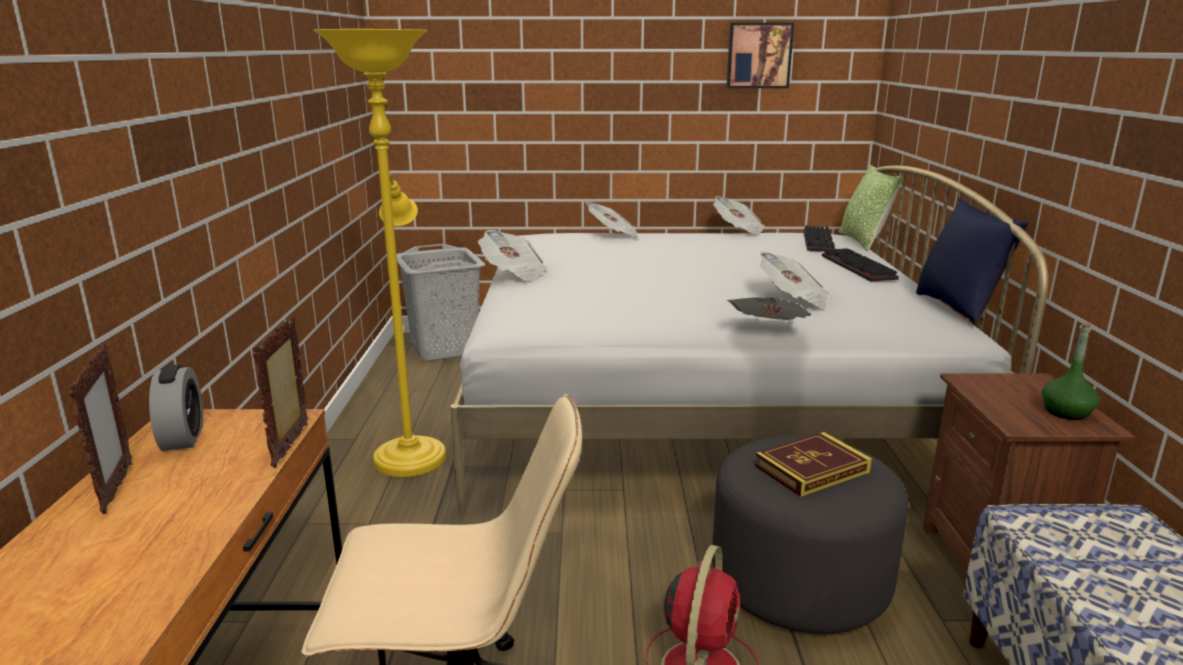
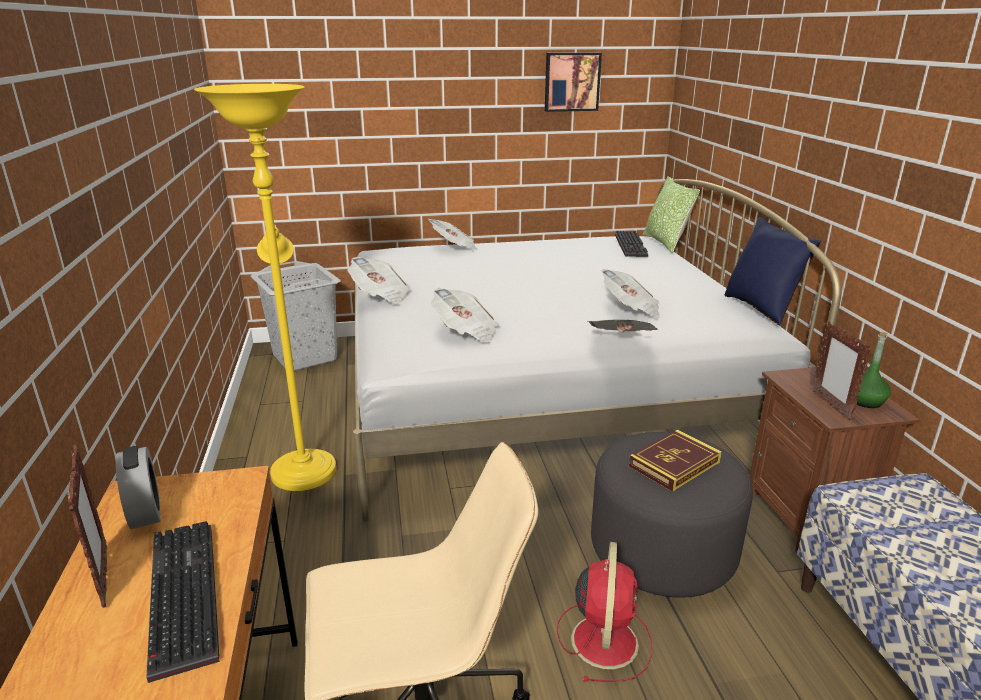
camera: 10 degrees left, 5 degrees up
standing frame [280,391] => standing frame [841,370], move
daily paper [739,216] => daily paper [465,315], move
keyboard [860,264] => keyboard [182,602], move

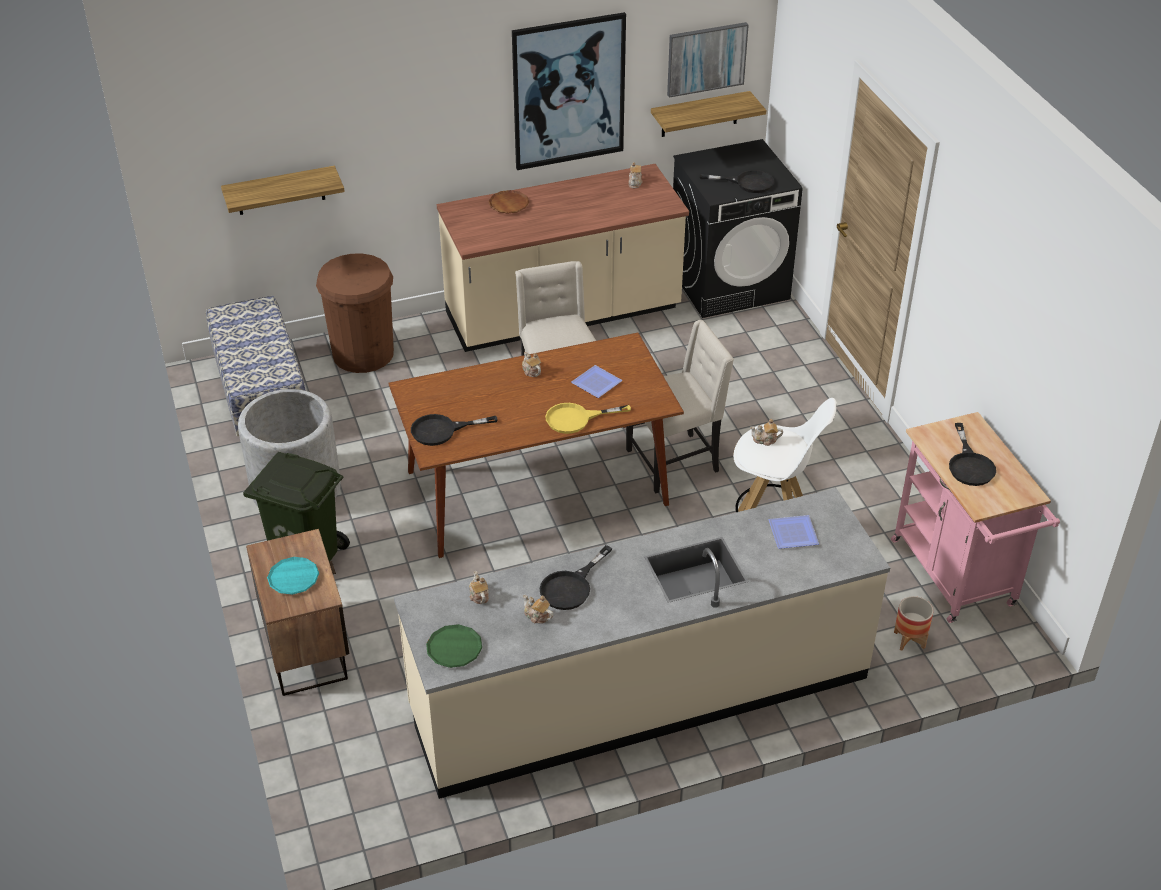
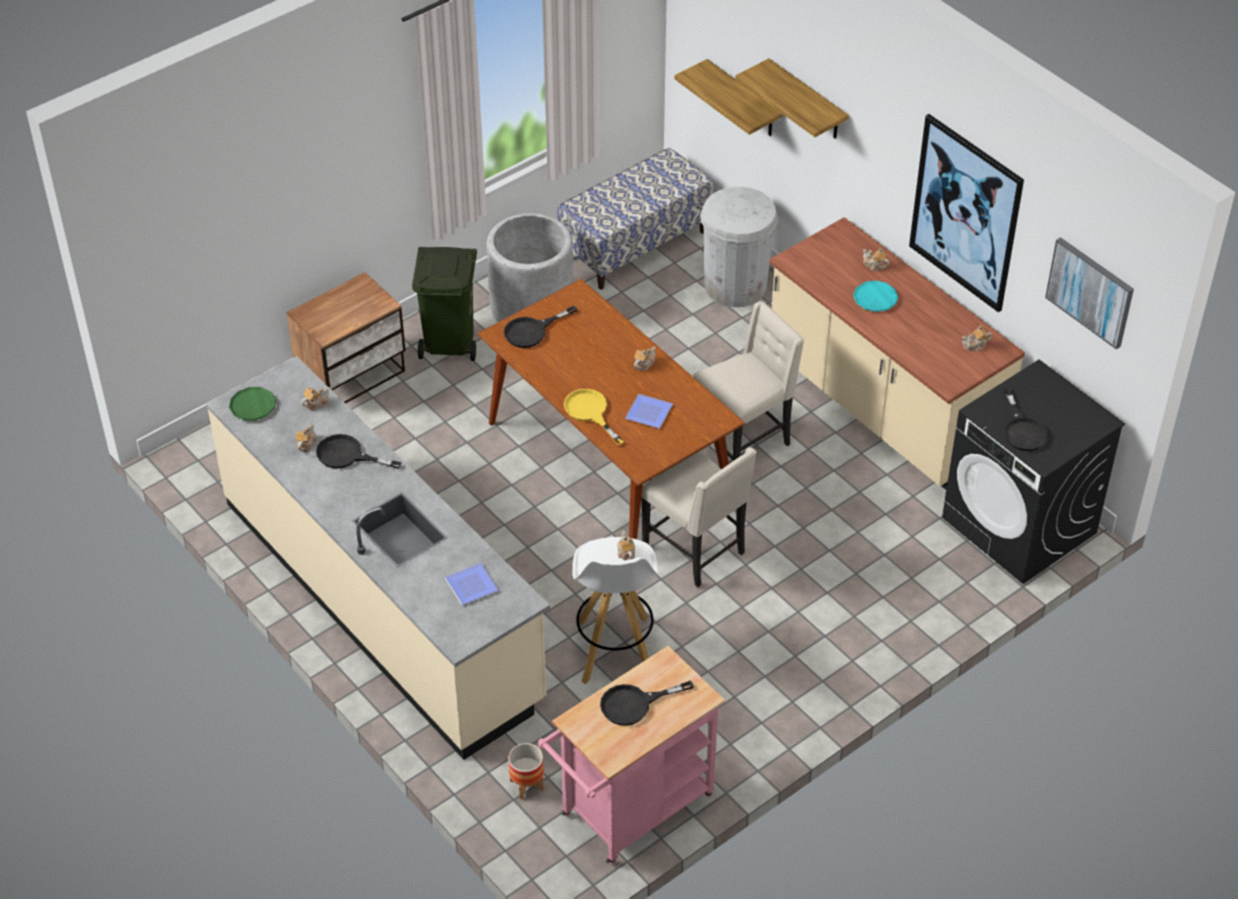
camera: 70 degrees right, 5 degrees up
turquoise flat dish [293,576] => turquoise flat dish [875,296], move
brownish rubbish bin [355,313] => white rubbish bin [739,247]
blackish frying pan [454,430] => blackish frying pan [541,327], 90 degrees counterclockwise
brownish flat dish [509,202] => pot for tea [876,259]
wall shelf [708,114] => wall shelf [792,98], move

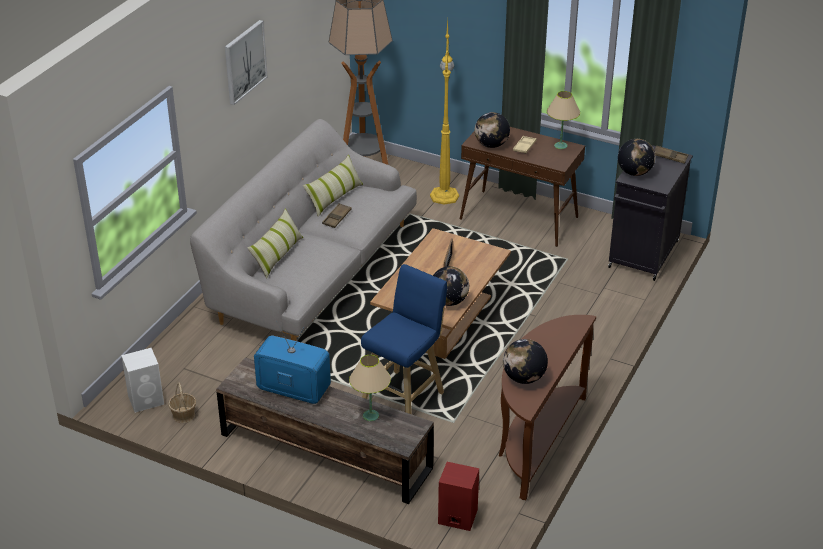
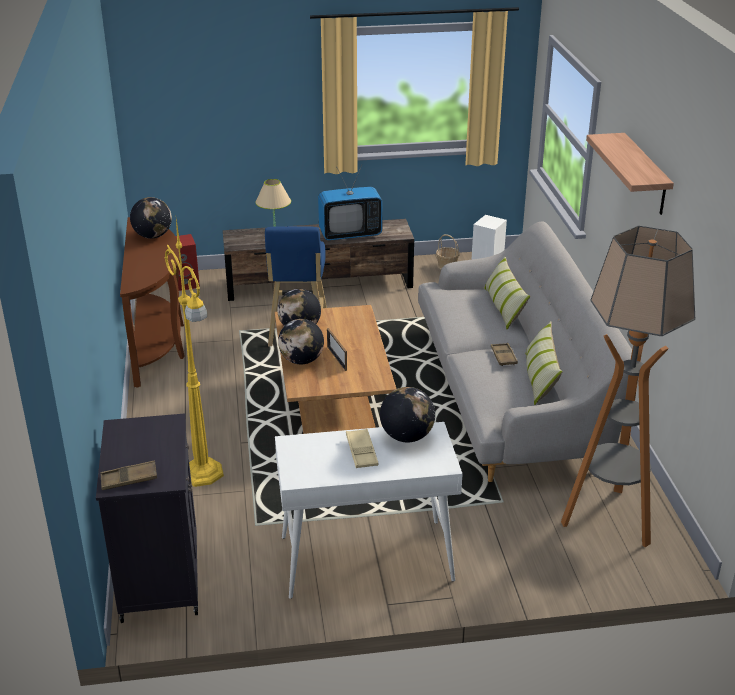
camera: 145 degrees right, 5 degrees down
wall art [246,62] => wall shelf [630,174]
yellowish floor lamp [444,111] => yellowish floor lamp [194,353], move
brownish console table [522,187] => white console table [369,510]
sand-coloured tabletop lamp [563,120] => nothing
world globe [636,157] => world globe [301,342], move

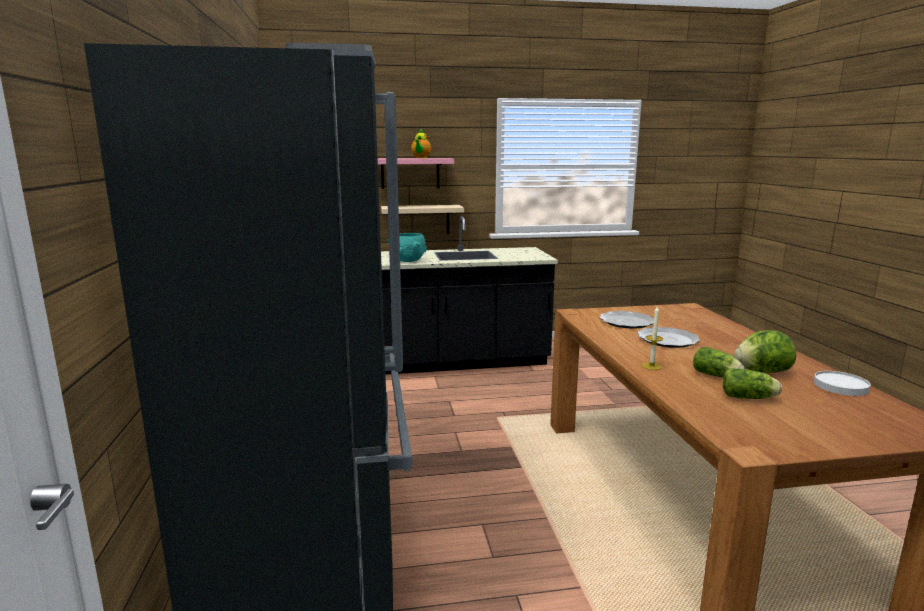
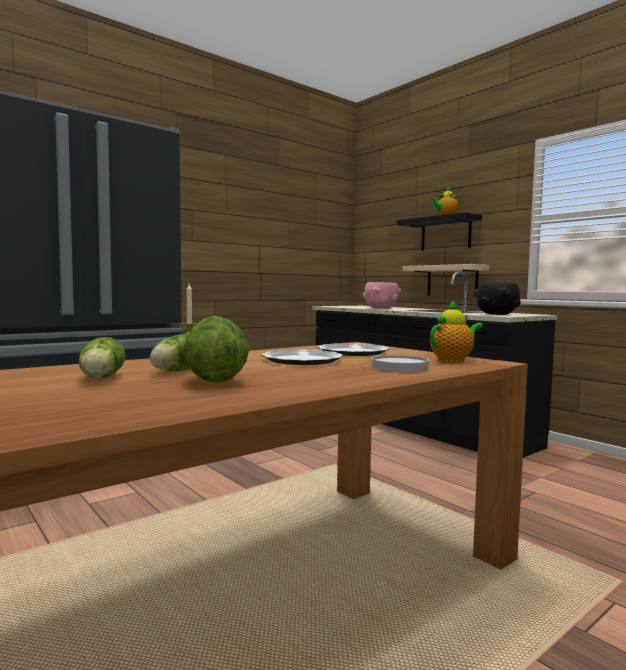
camera: 60 degrees right, 10 degrees down
pink-coloured wall shelf [416,173] => blackish wall shelf [439,231]
turquoise bowl [407,247] => pink-coloured bowl [382,295]
white flat dish [842,383] => white flat dish [400,363], move
nothing => pot for tea [456,331]
nothing => blackish bowl [497,298]

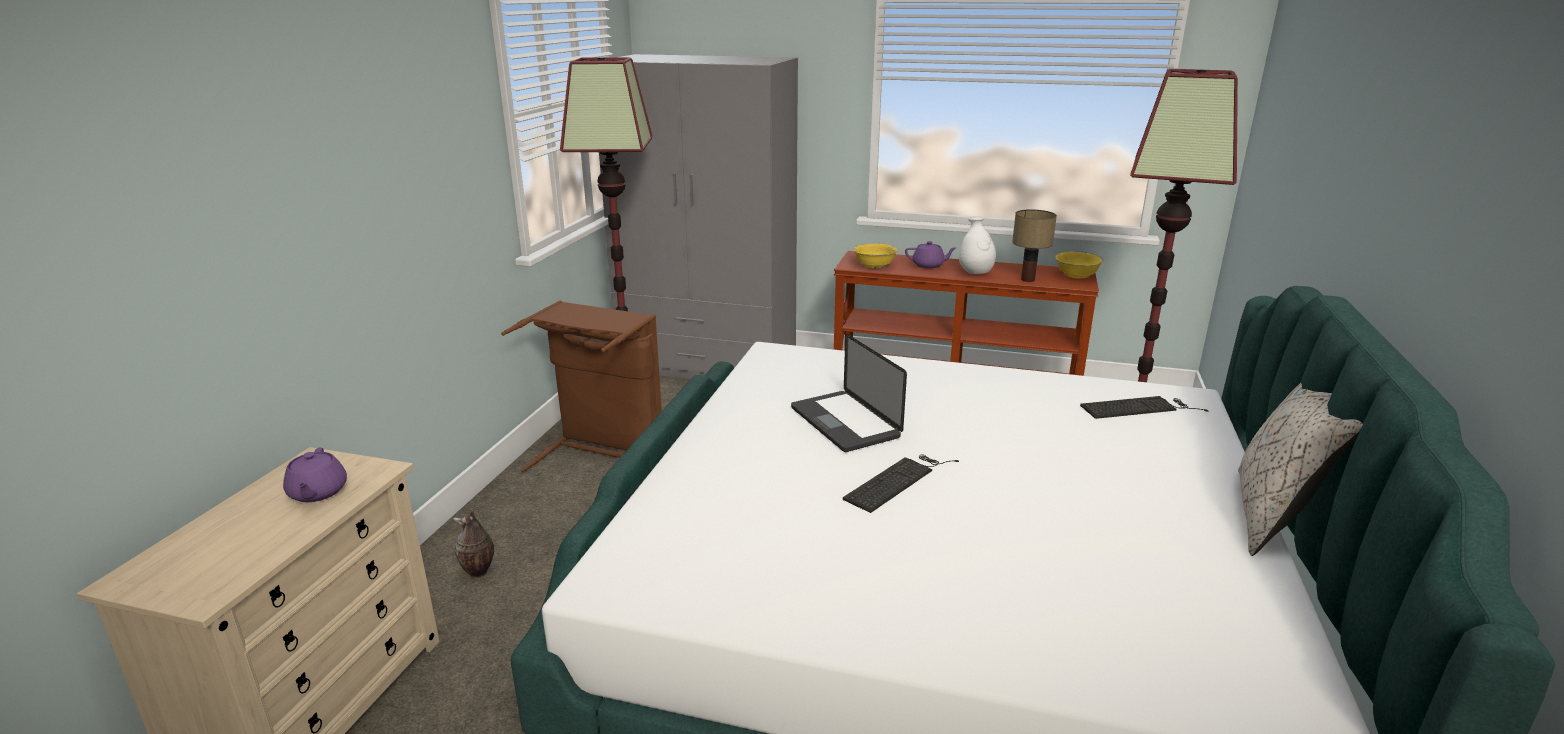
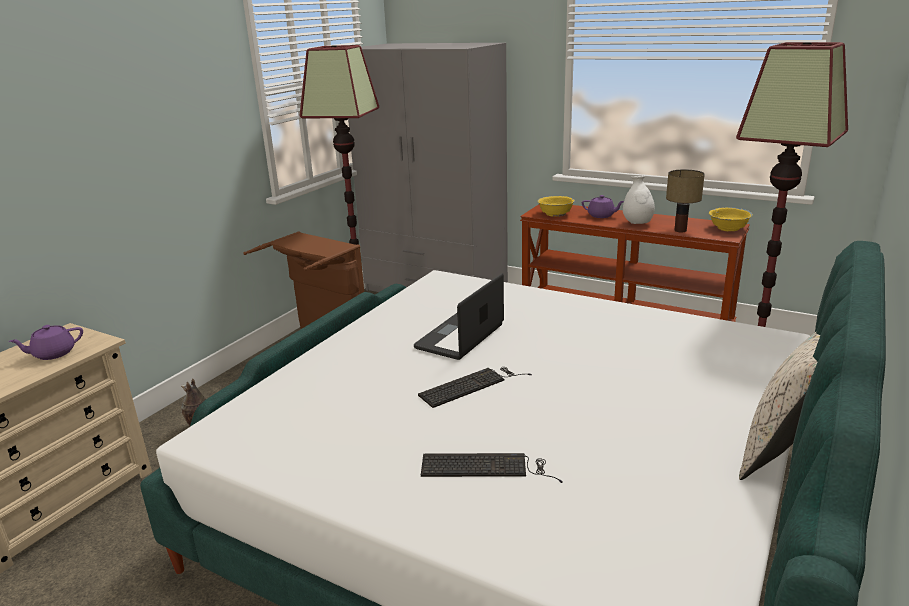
camera: 15 degrees right, 0 degrees up
purple-coloured pot for tea [315,474] => purple-coloured pot for tea [46,342], 60 degrees clockwise
portable computer [849,393] => portable computer [459,316], 45 degrees clockwise
keyboard [1144,407] => keyboard [492,468], move

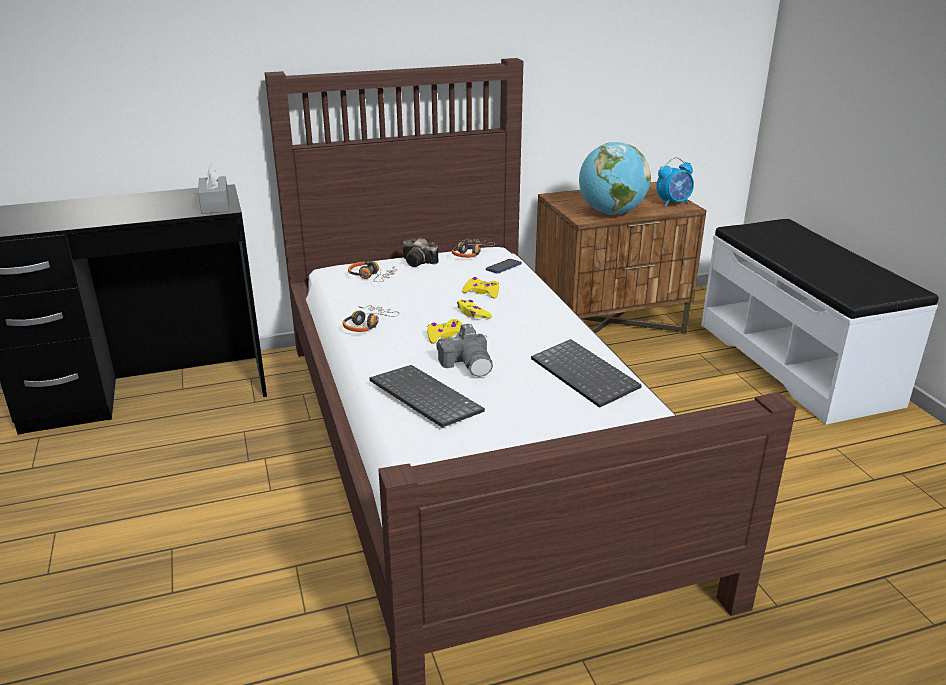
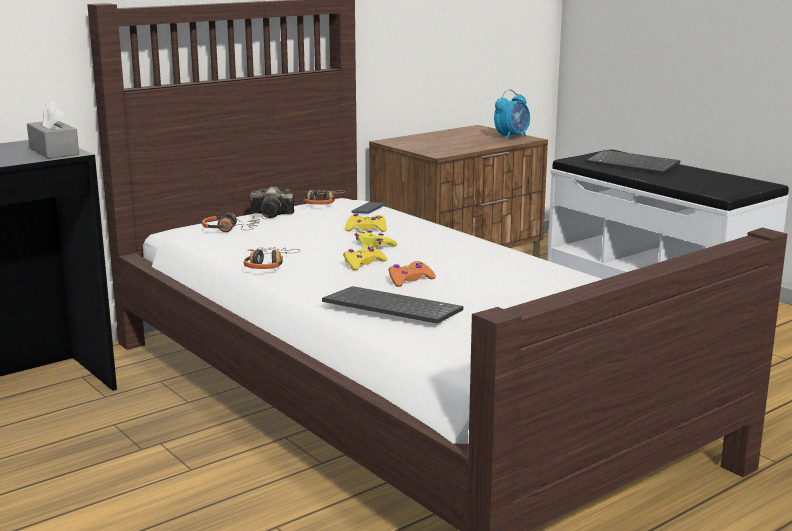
camera: 20 degrees left, 10 degrees down
photo camera [464,350] => orange gamepad [412,274]
keyboard [586,373] => keyboard [633,162], move
world globe [615,178] => nothing

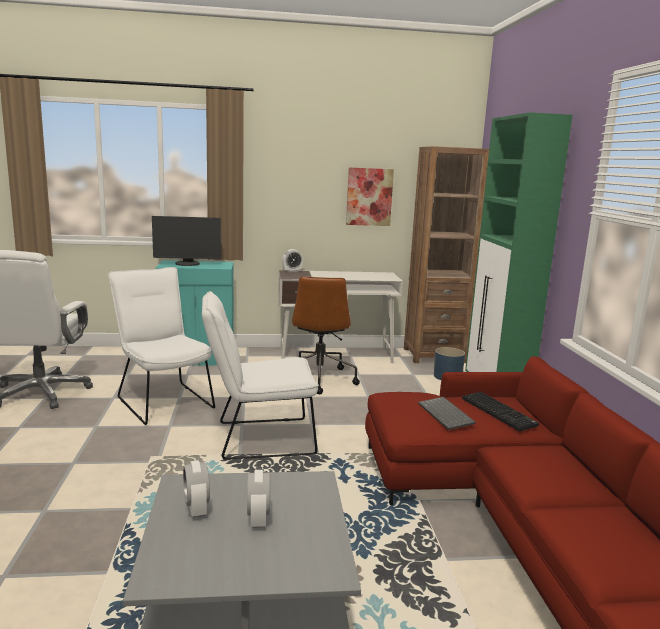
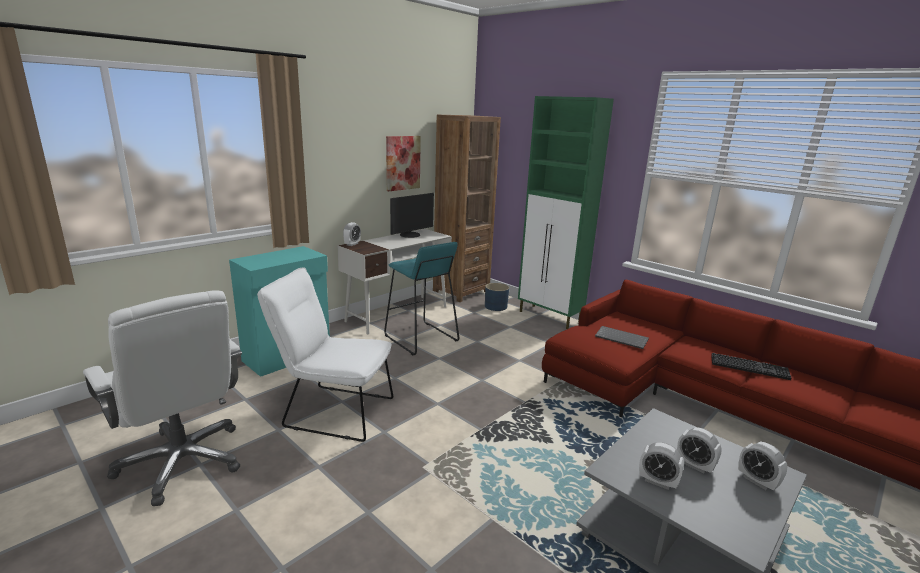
camera: 40 degrees left, 5 degrees up
computer display [186,241] => computer display [412,215], move
white chair [260,375] => nothing
brownish desk chair [326,335] => turquoise sitting stool [421,299]
keyboard [500,411] => keyboard [751,366], move
nothing => table clock [762,466]

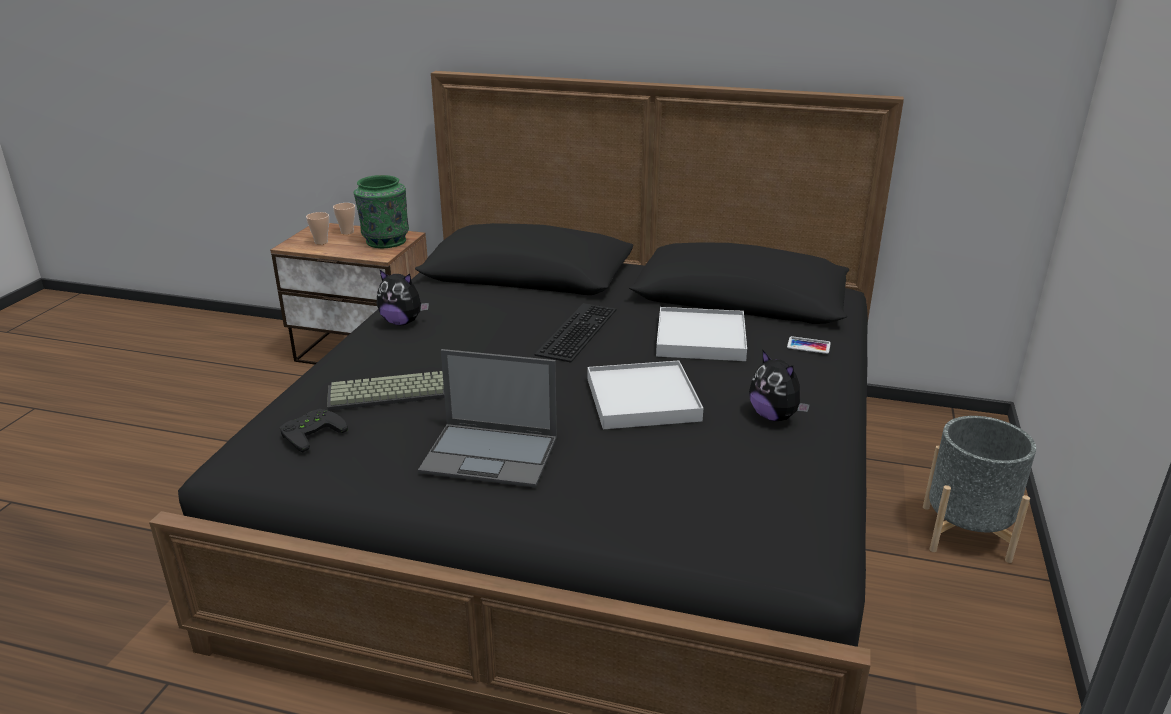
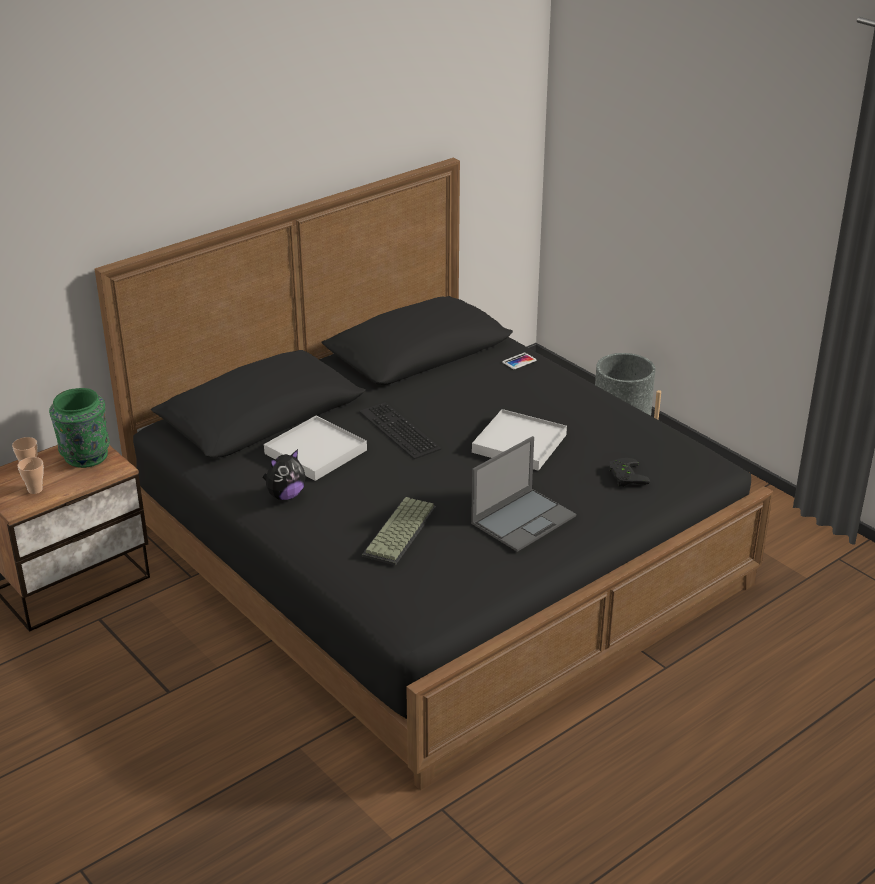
camera: 55 degrees left, 5 degrees up
blackish gamepad [314,430] => blackish gamepad [629,472], move
white carrying tray [701,334] => white carrying tray [315,448], move
soft toy [779,385] => nothing

